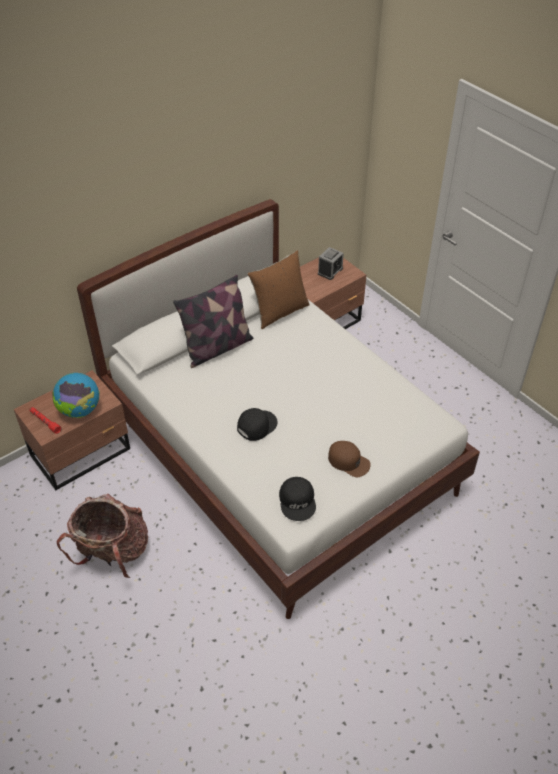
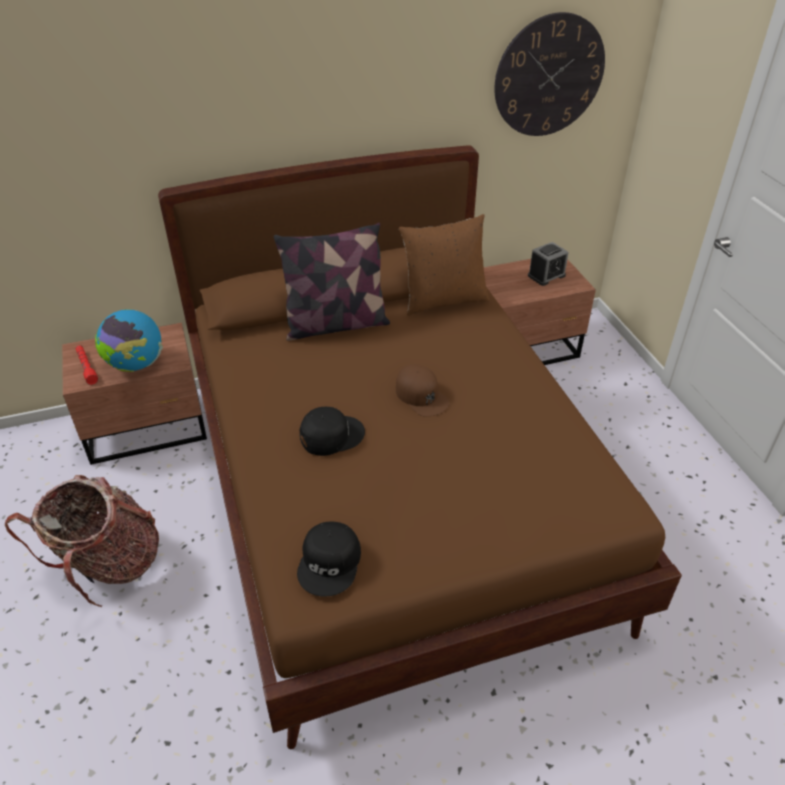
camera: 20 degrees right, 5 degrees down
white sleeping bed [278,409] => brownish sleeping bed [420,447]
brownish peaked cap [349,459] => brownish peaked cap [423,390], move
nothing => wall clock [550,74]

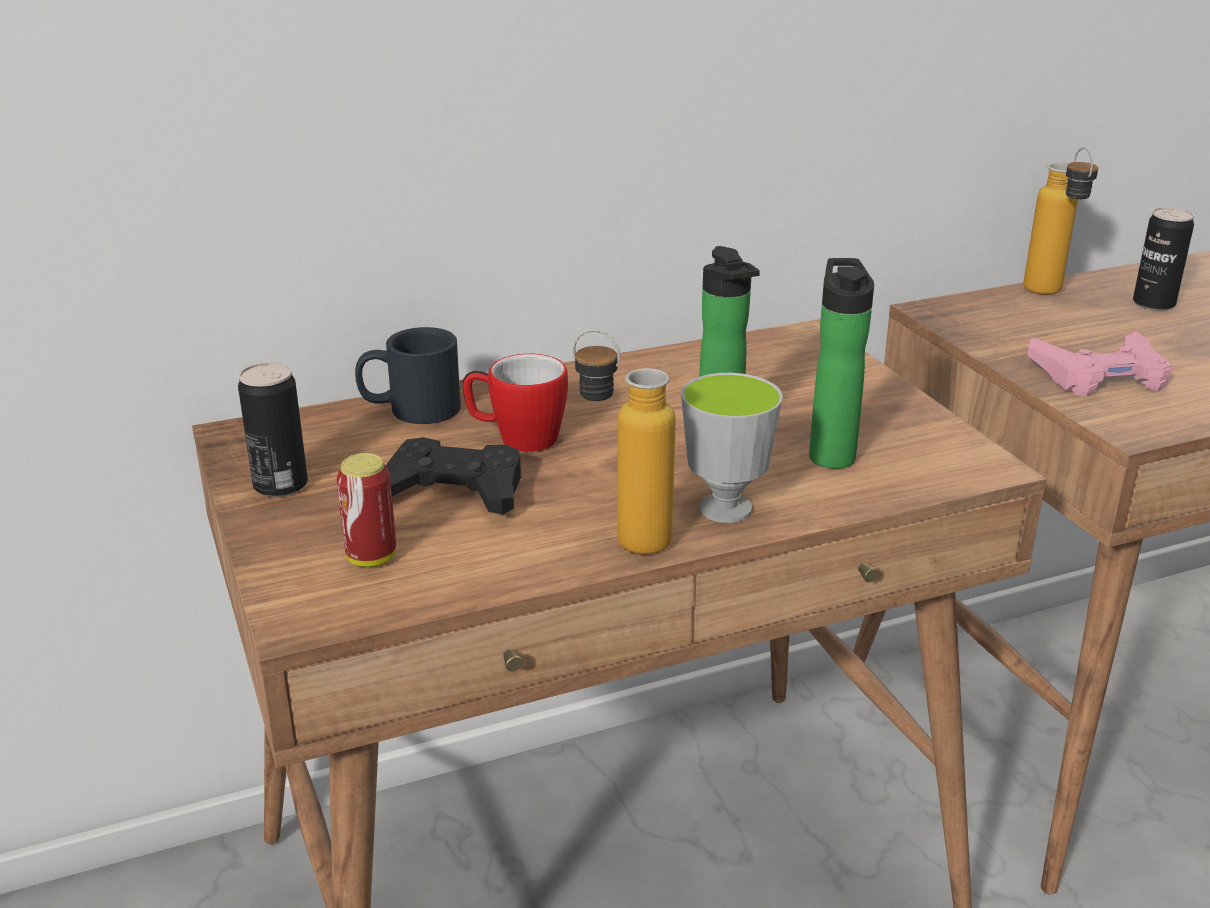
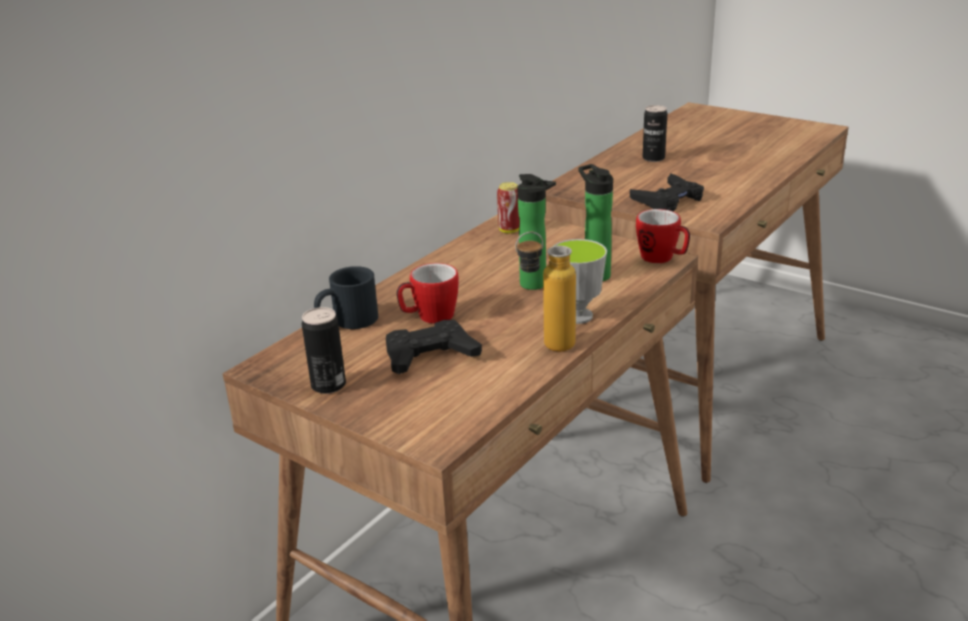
camera: 30 degrees left, 0 degrees up
metal can [366,510] => metal can [508,208], move
drink bottle [1060,221] => nothing
pink-coloured gamepad [1100,363] => blackish gamepad [667,193]
nothing => coffee mug [663,236]

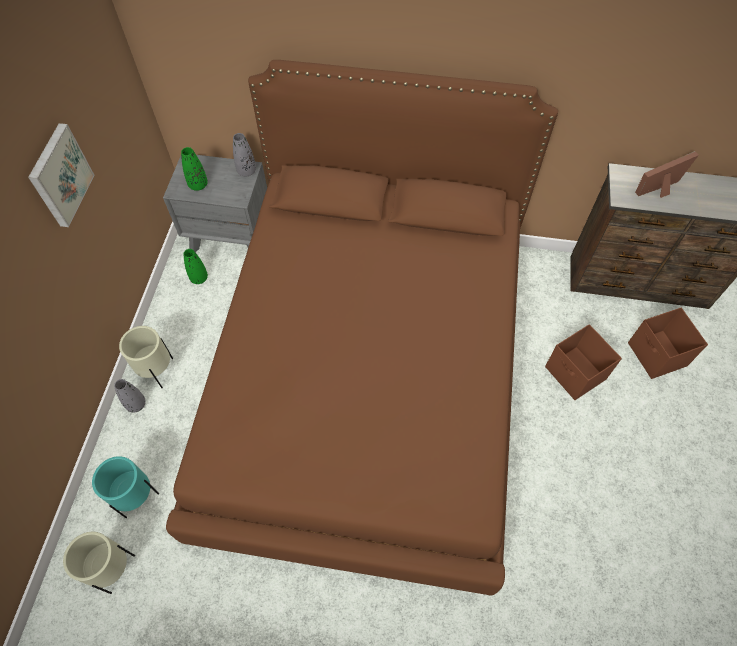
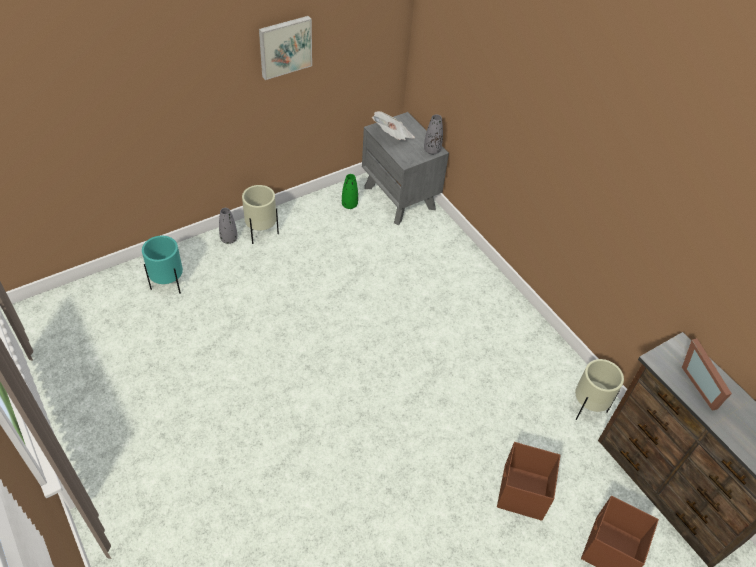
camera: 45 degrees right, 10 degrees down
sand-coloured plant pot [99,563] => sand-coloured plant pot [599,389], move
brownish sleeping bed [362,328] => nothing
green-coloured flower vase [194,169] => daily paper [393,126]
standing frame [667,174] => standing frame [707,374], 135 degrees counterclockwise

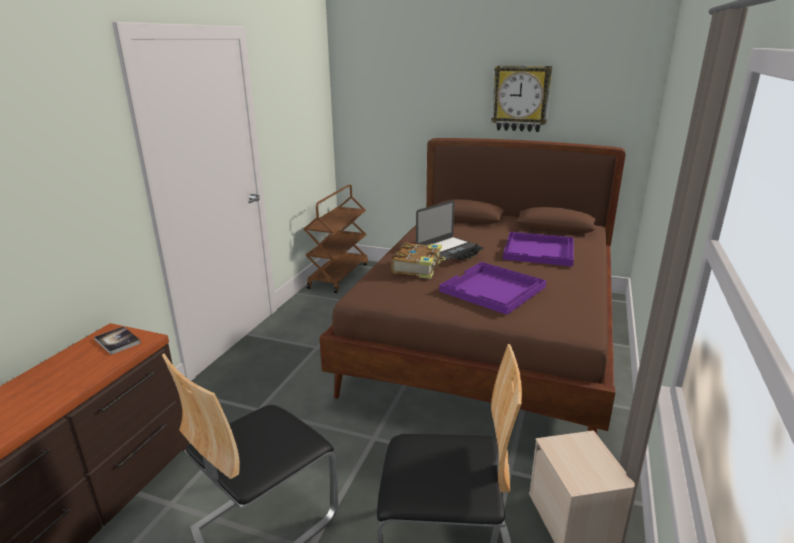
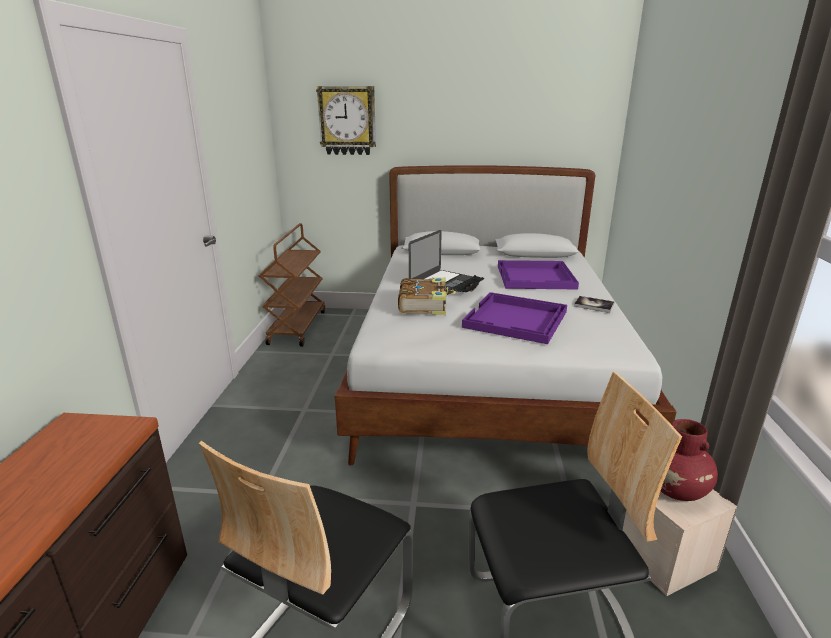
camera: 15 degrees left, 0 degrees up
book [117,340] => book [594,304], move
brownish sleeping bed [472,286] => white sleeping bed [505,315]
wall clock [521,99] => wall clock [346,120], move
nothing => reddish flower vase [689,460]

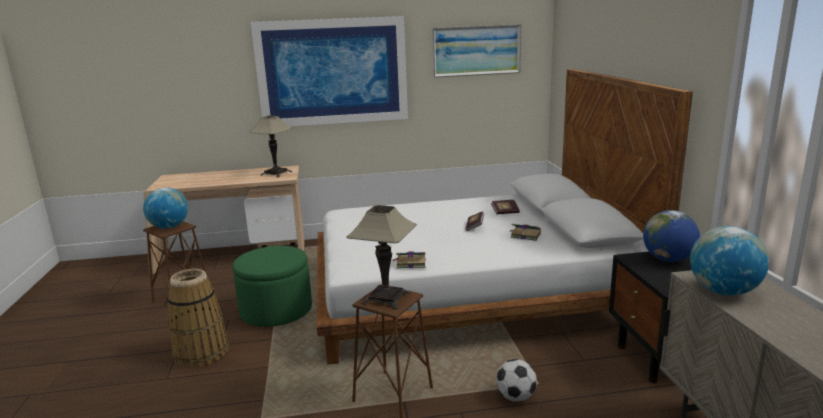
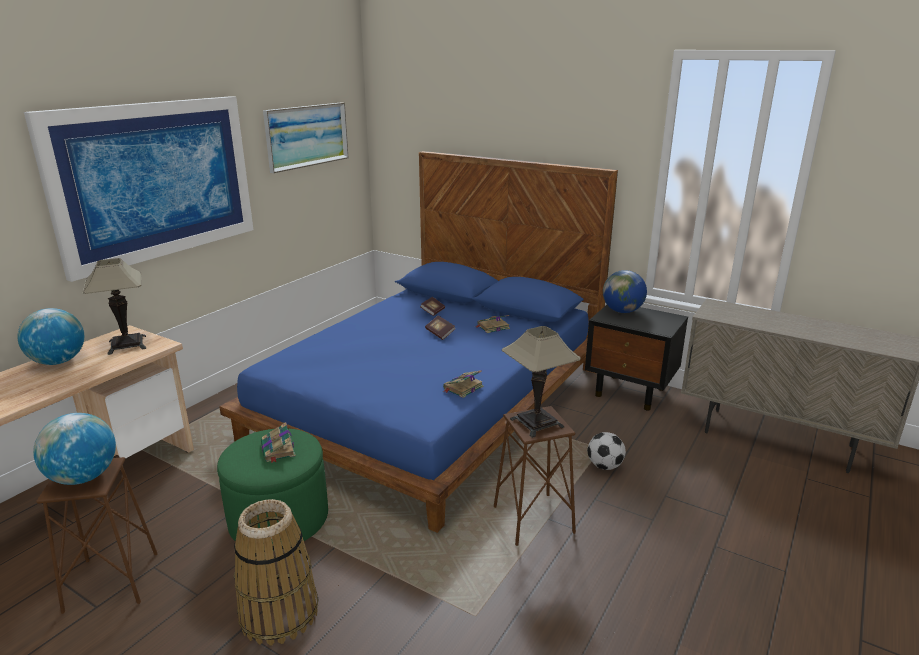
camera: 50 degrees left, 5 degrees up
white sleeping bed [505,217] => blue-coloured sleeping bed [418,342]
world globe [729,261] => world globe [50,336], move
nothing => book [278,442]

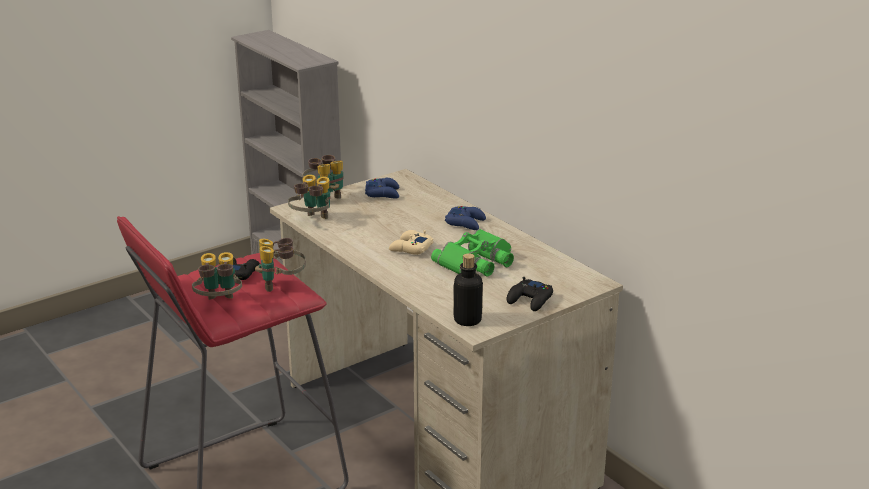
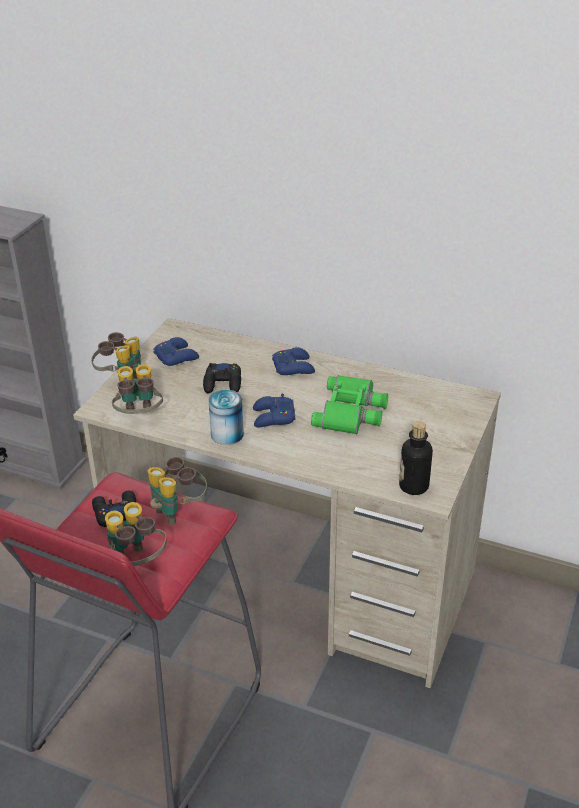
camera: 30 degrees left, 10 degrees up
sand-coloured gamepad [411,242] => blue-coloured gamepad [274,410]
blackish gamepad [530,294] => blackish gamepad [222,378], move
nothing => metal can [226,417]

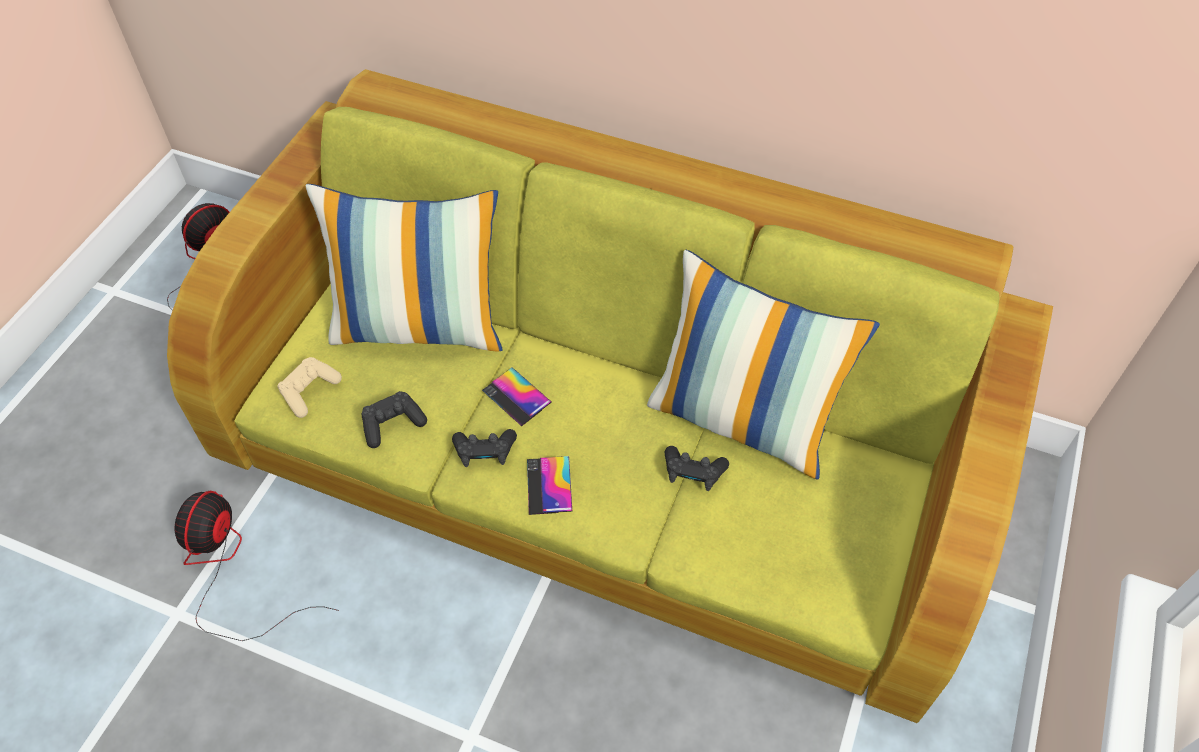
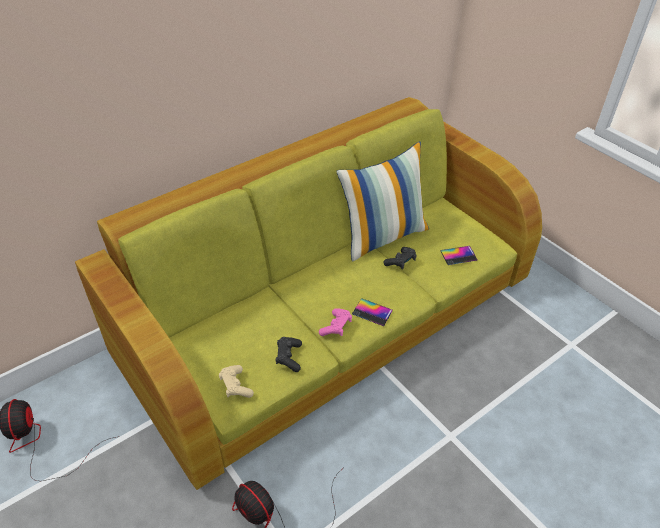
camera: 60 degrees left, 10 degrees down
pillow [404,267] => nothing
blackish gamepad [484,448] => pink-coloured gamepad [335,322]
phone [517,396] => phone [458,255], move

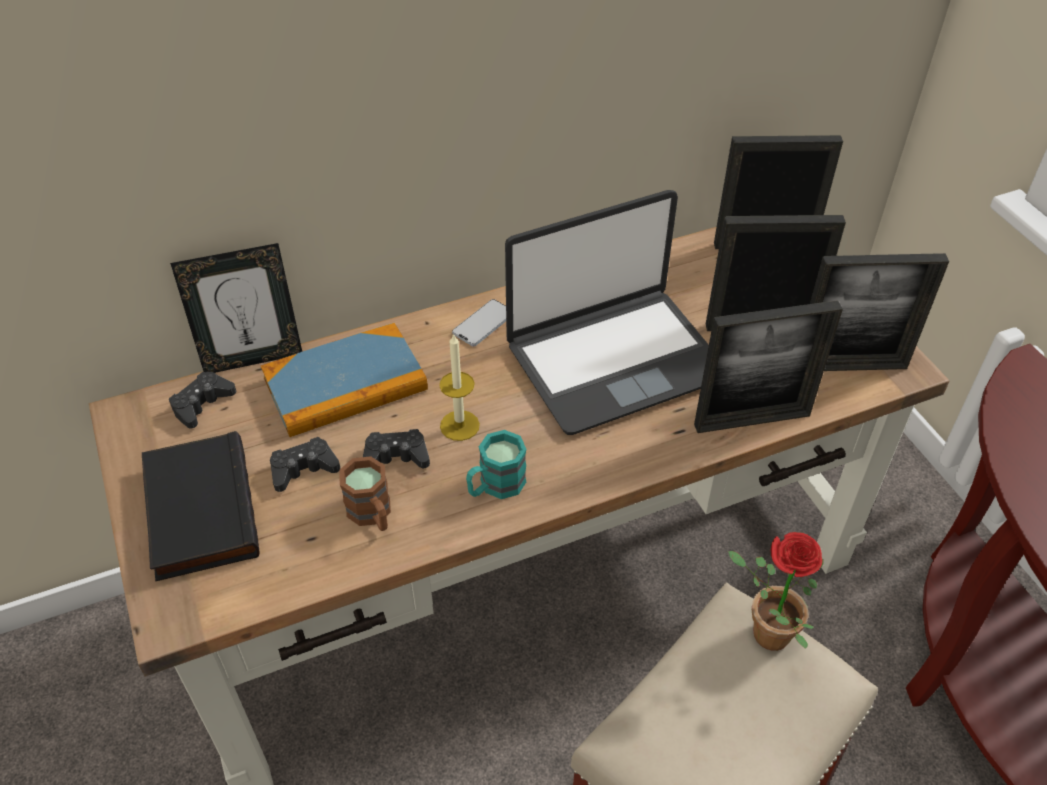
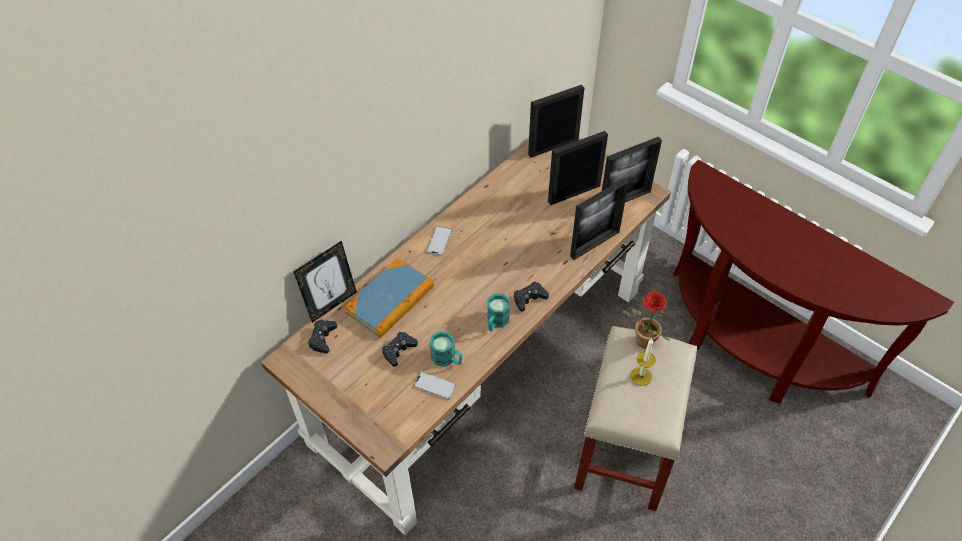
camera: 25 degrees left, 5 degrees up
blackish book [200,506] => nothing
brownish coffee mug [365,493] => turquoise coffee mug [445,349]
blackish gamepad [396,448] => blackish gamepad [531,296], move
wax candle [459,387] => wax candle [643,362], move
portable computer [607,312] => nothing
nothing => phone [435,385]

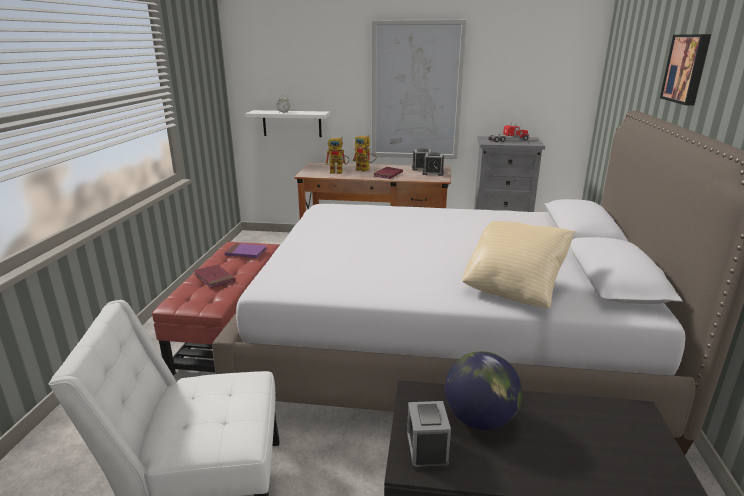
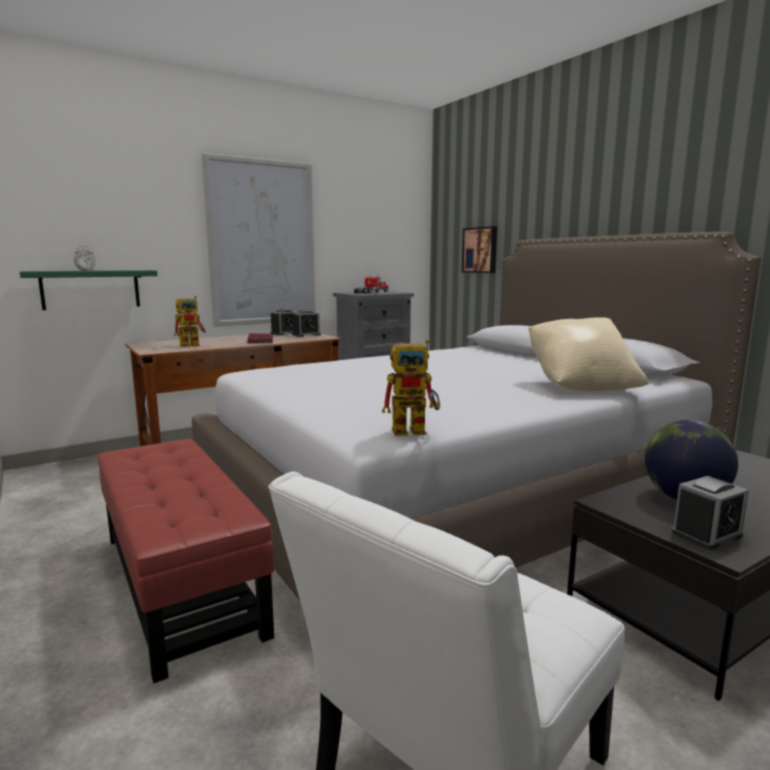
camera: 40 degrees left, 10 degrees down
reddish book [214,276] => nothing
purple-coloured book [246,250] => nothing
white wall shelf [287,123] => green-coloured wall shelf [89,290]
robot figure [365,153] => robot figure [411,388], move
table clock [429,435] => table clock [710,513], 75 degrees counterclockwise
wall art [685,70] => wall art [479,249], move

